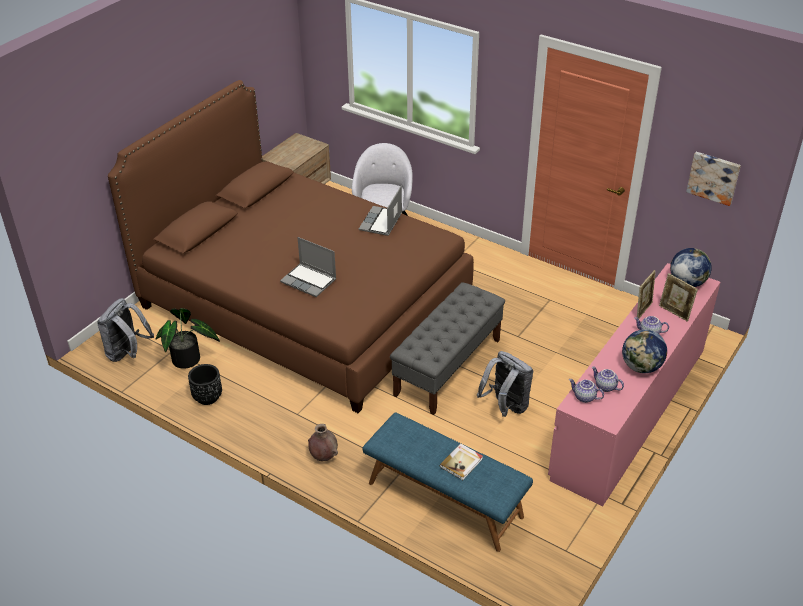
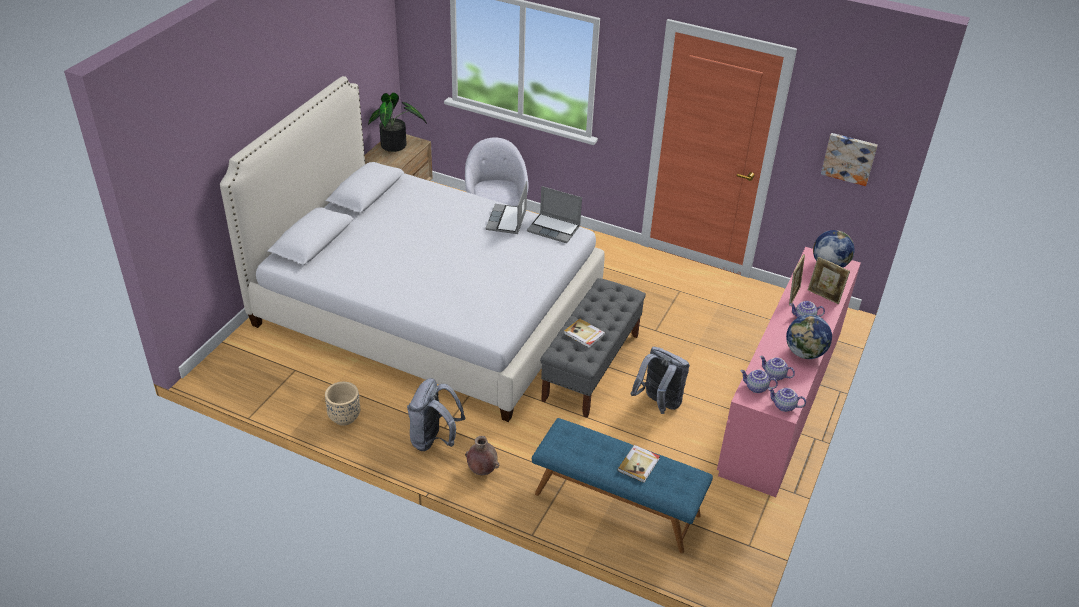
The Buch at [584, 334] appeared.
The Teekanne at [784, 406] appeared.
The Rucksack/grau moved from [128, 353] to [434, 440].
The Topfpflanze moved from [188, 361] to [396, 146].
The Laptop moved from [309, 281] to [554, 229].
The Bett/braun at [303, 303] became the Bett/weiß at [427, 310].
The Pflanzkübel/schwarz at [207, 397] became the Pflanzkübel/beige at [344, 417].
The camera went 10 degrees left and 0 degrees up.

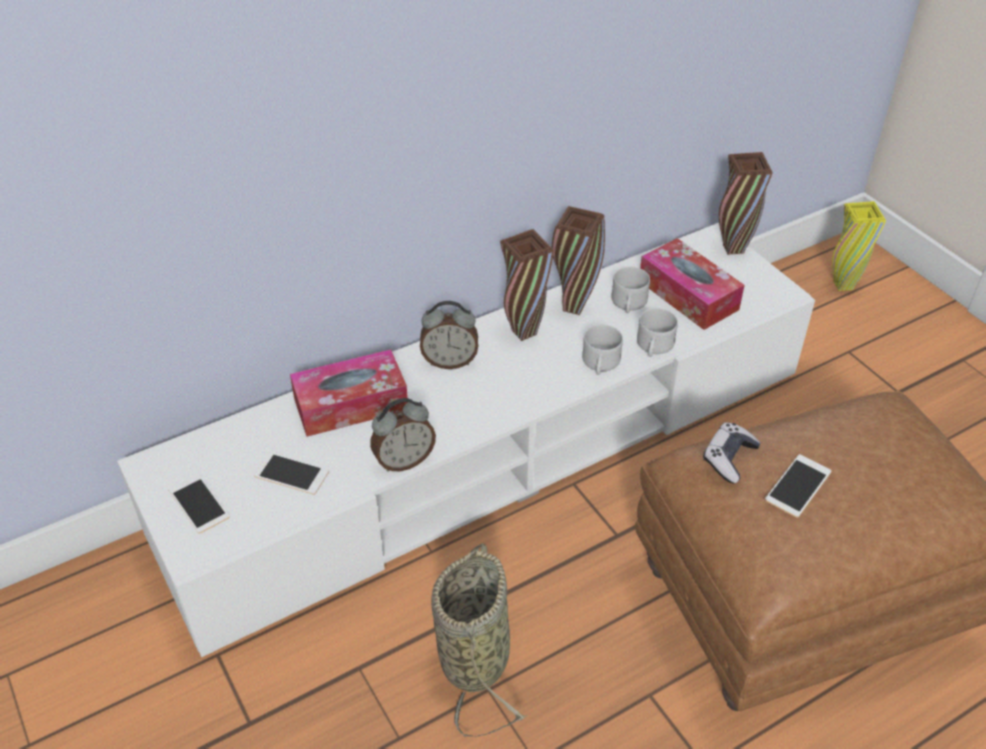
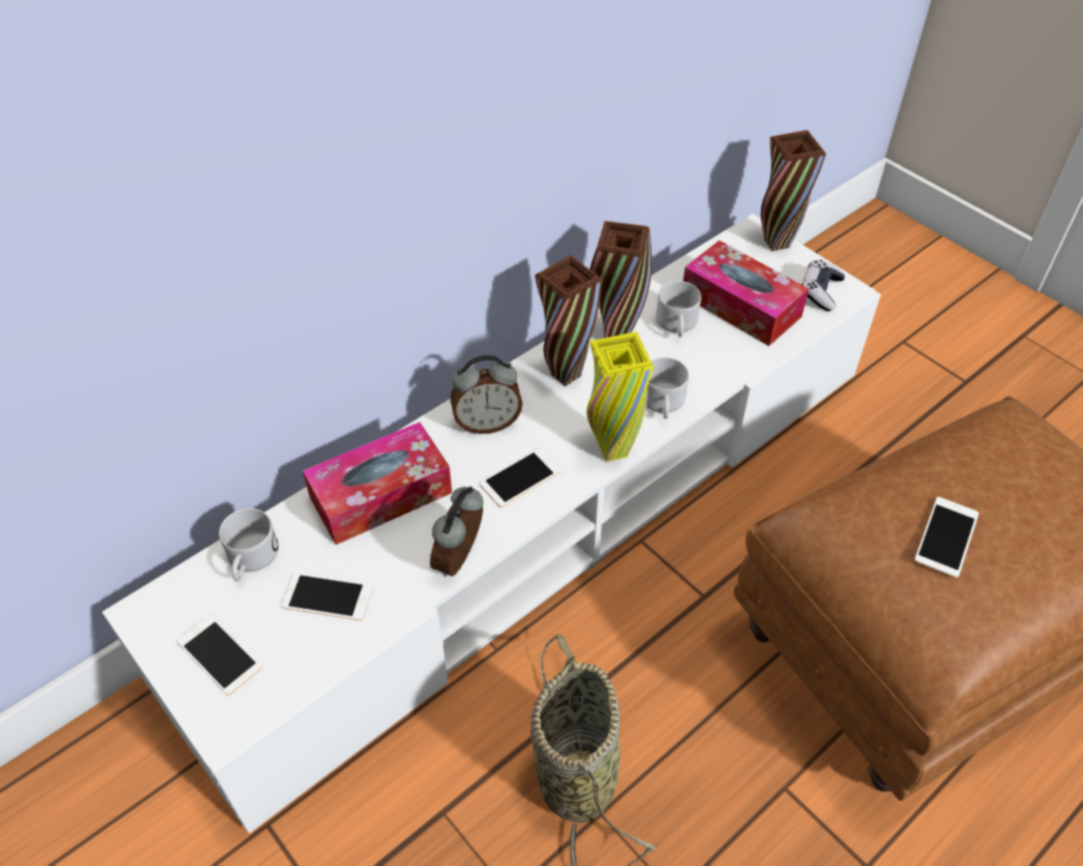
The Handy at [521, 478] appeared.
The Henkelbecher/weiß moved from [653, 347] to [250, 560].
The Gamepad moved from [729, 458] to [820, 291].
The Vase/gelb moved from [843, 285] to [613, 451].
The Wecker at [404, 460] turned 150 degrees clockwise.
The camera went 10 degrees left and 5 degrees up.

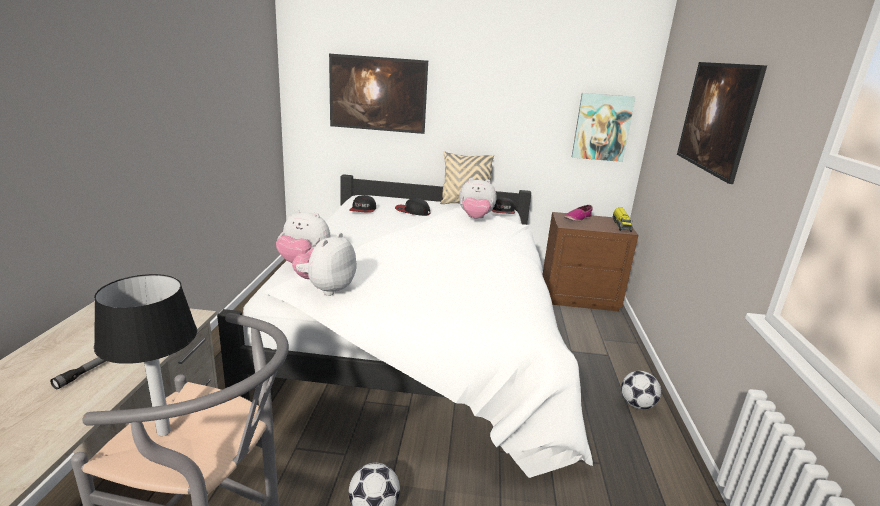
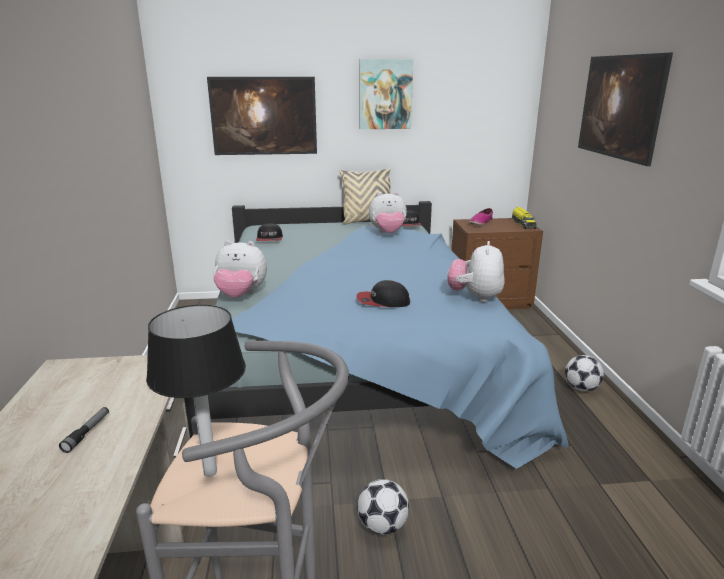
The Plüschtier moved from [326, 289] to [475, 297].
The Kappe moved from [412, 211] to [382, 301].
The Bild moved from [602, 127] to [385, 94].
The Bett/weiß at [422, 336] became the Bett/blau at [356, 359].
The camera went 10 degrees left and 0 degrees up.

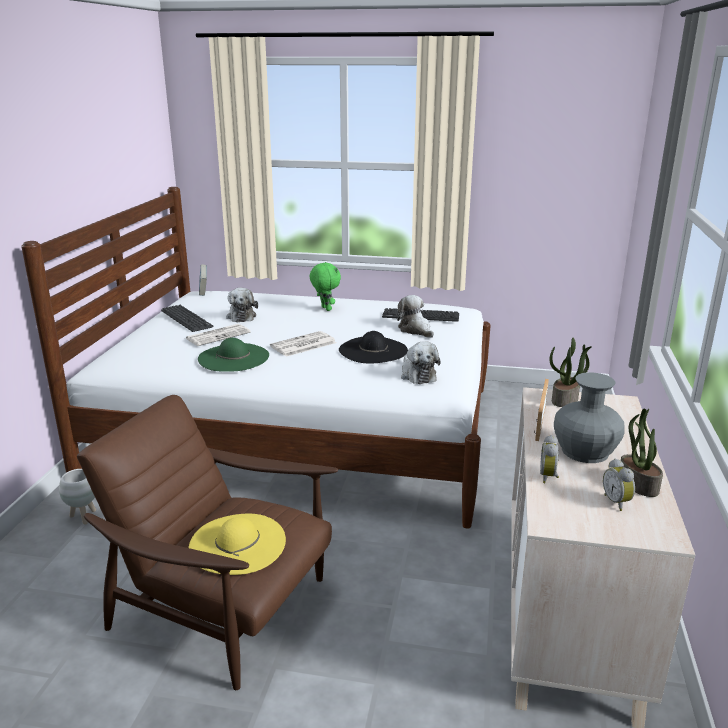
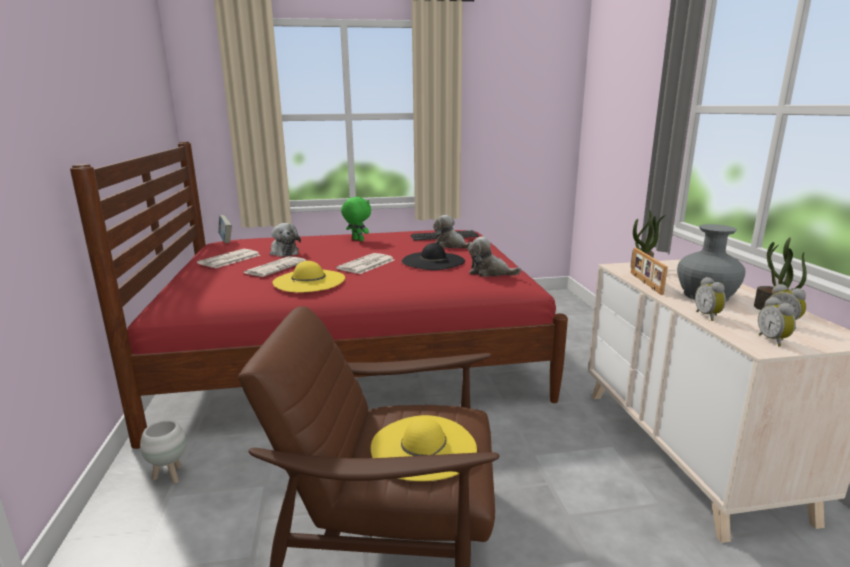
The Wecker at [774, 340] appeared.
The Tastatur at [186, 319] was replaced by the Zeitung at [229, 259].
The Bett/weiß at [302, 432] became the Bett/rot at [354, 356].
The Hut/grün at [234, 357] became the Hut/gelb at [309, 281].
The Plüschtier at [417, 375] turned 150 degrees clockwise.
The camera went 20 degrees left and 5 degrees down.

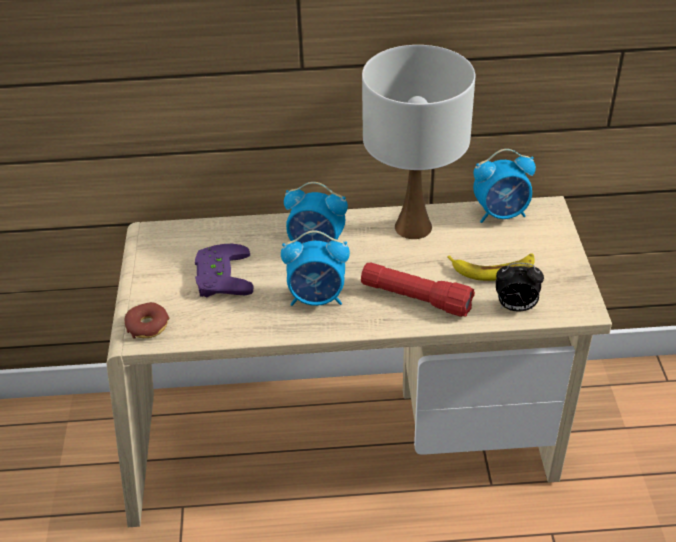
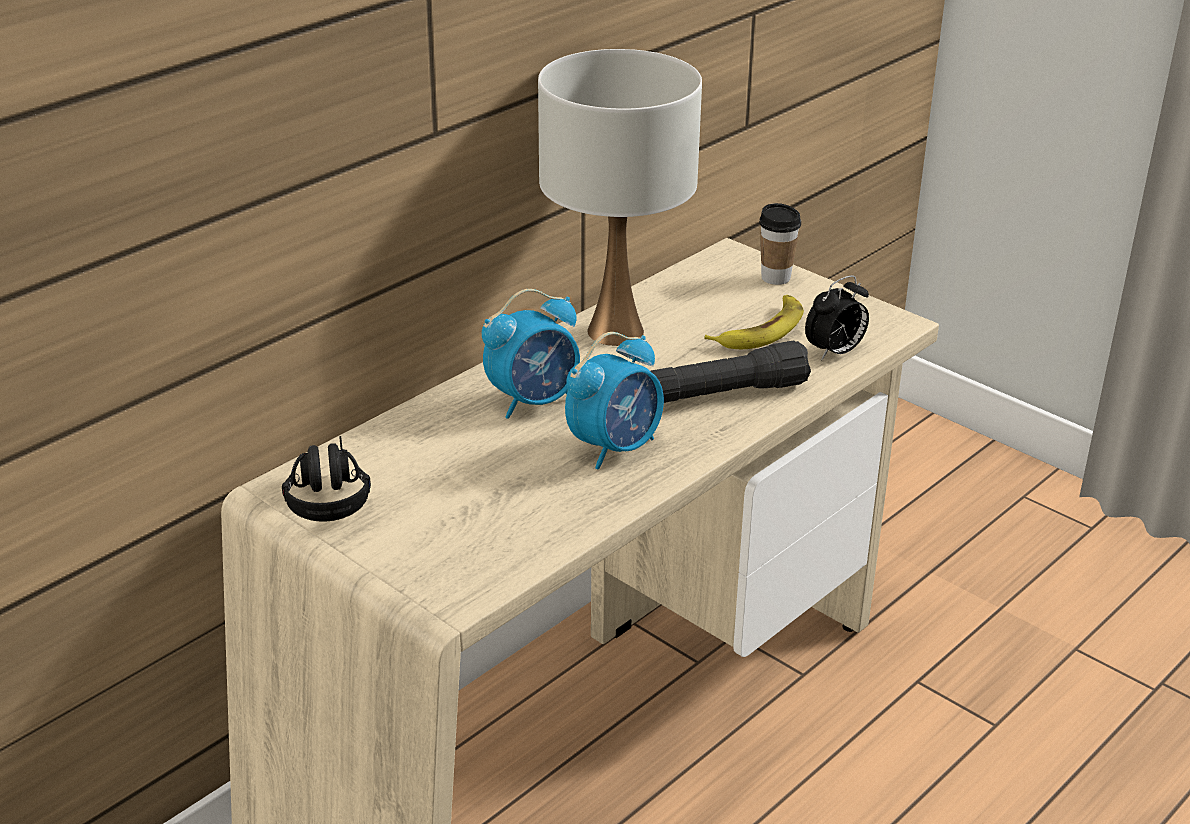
The Donut at [148, 325] disappeared.
The Gamepad/lila at [219, 276] disappeared.
The Wecker at [501, 214] disappeared.
The Kopfhörer/schwarz at [327, 493] appeared.
The Tasse at [775, 278] appeared.
The Taschenlampe/rot at [416, 298] became the Taschenlampe/schwarz at [724, 394].
The camera went 45 degrees left and 10 degrees down.

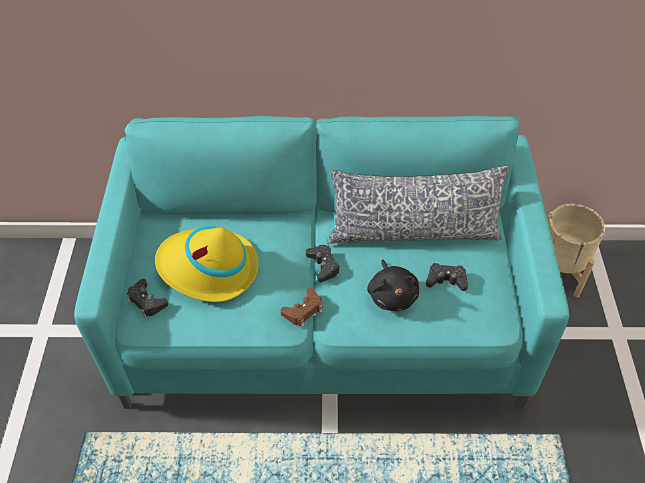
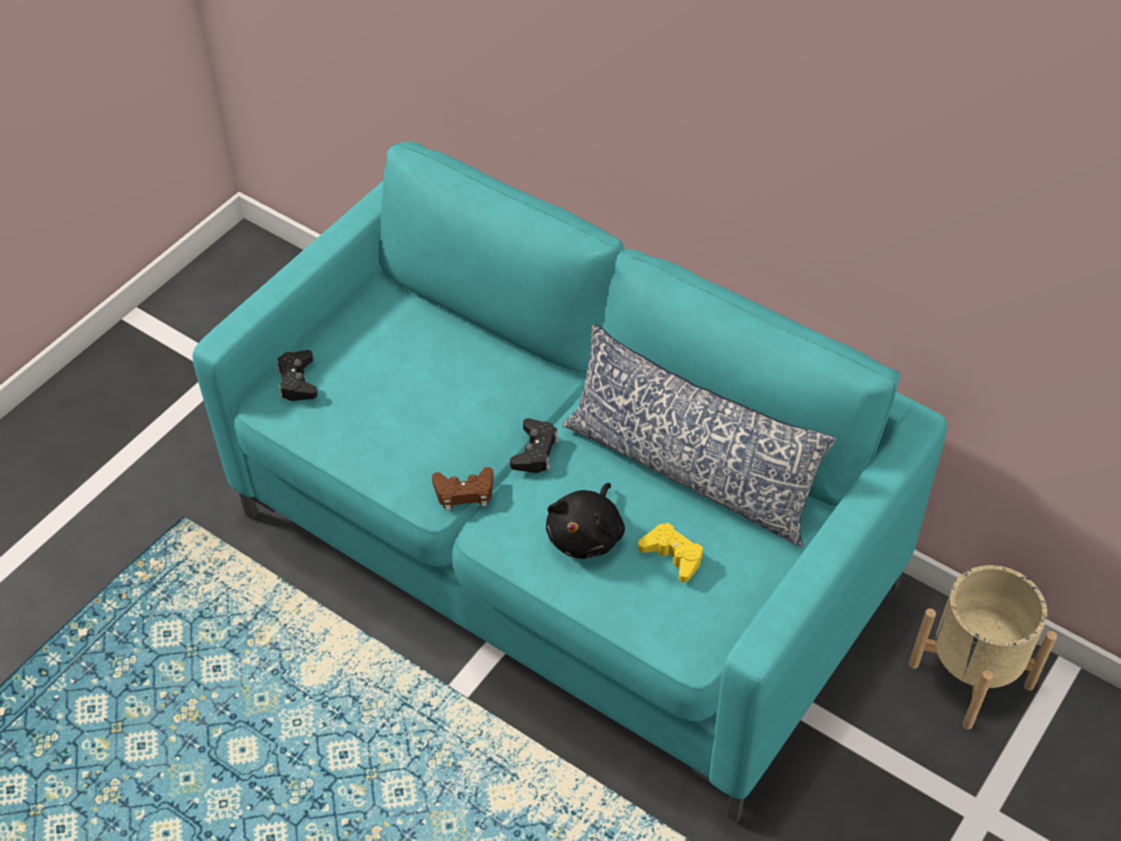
The Hut/gelb at [208, 269] disappeared.
The Gamepad/schwarz at [446, 280] became the Gamepad/gelb at [672, 556].
The camera went 35 degrees right and 0 degrees up.

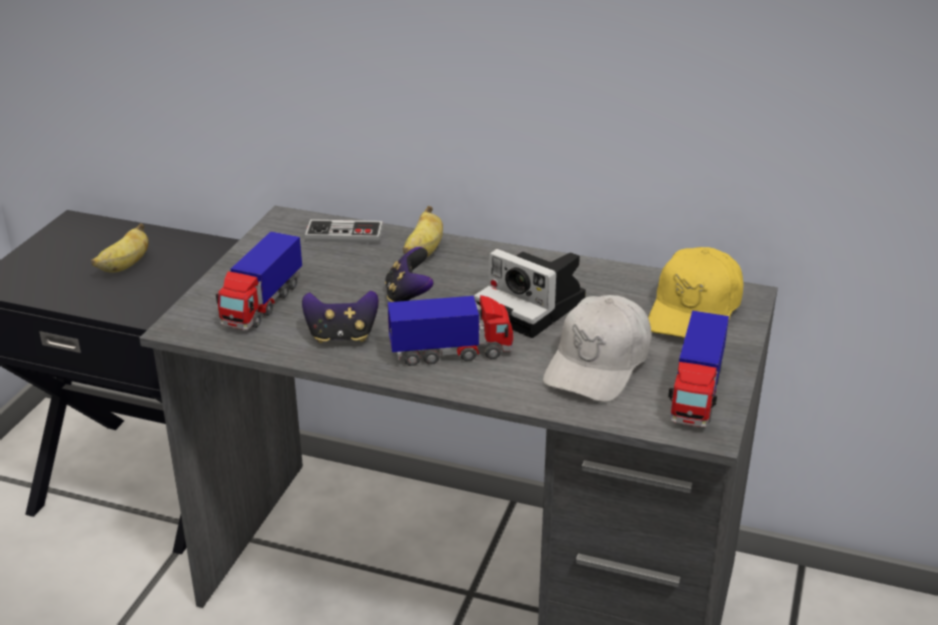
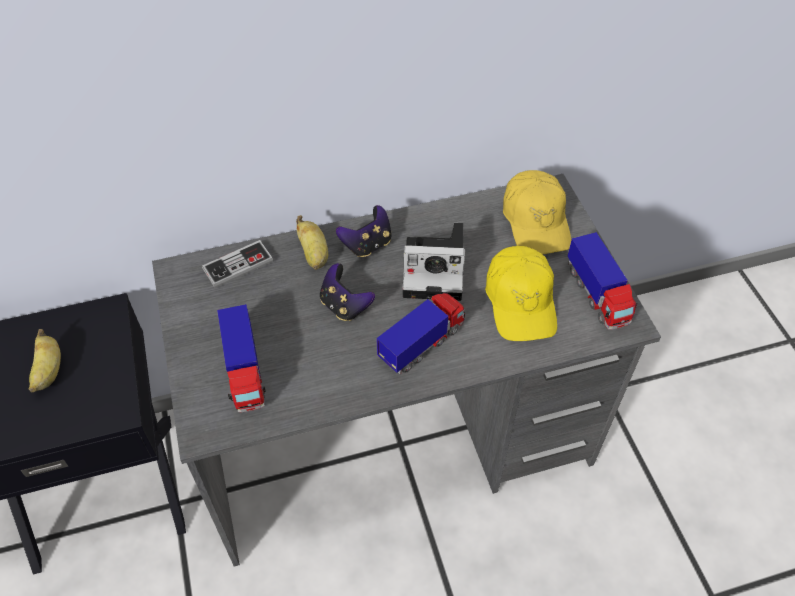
The Gamepad moved from [341, 336] to [367, 245].
The Kappe/weiß at [598, 364] became the Kappe/gelb at [521, 301].
The camera went 35 degrees left and 20 degrees up.

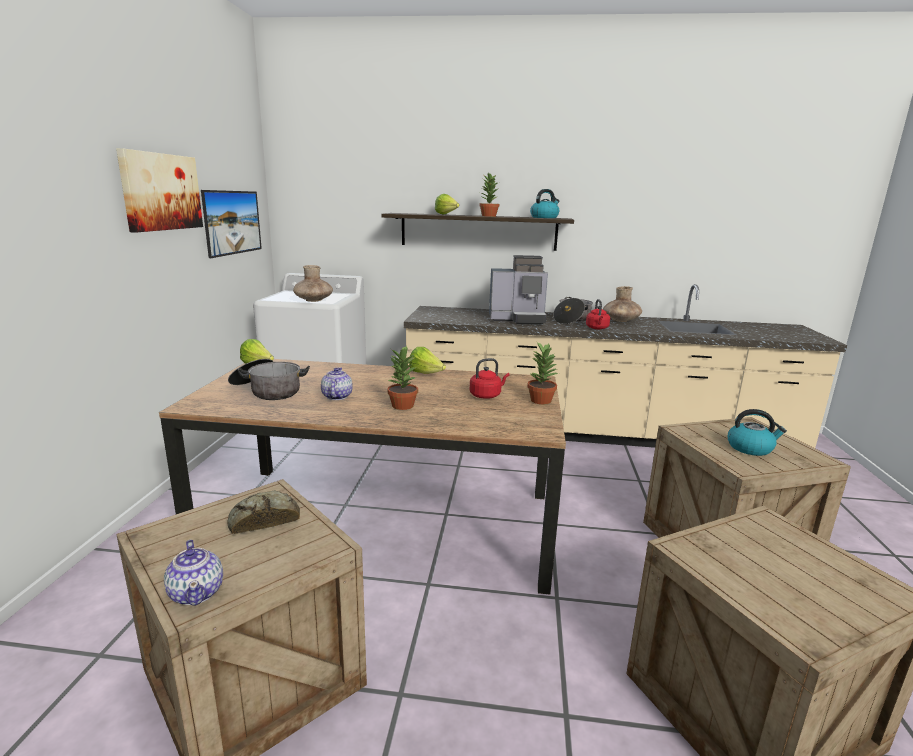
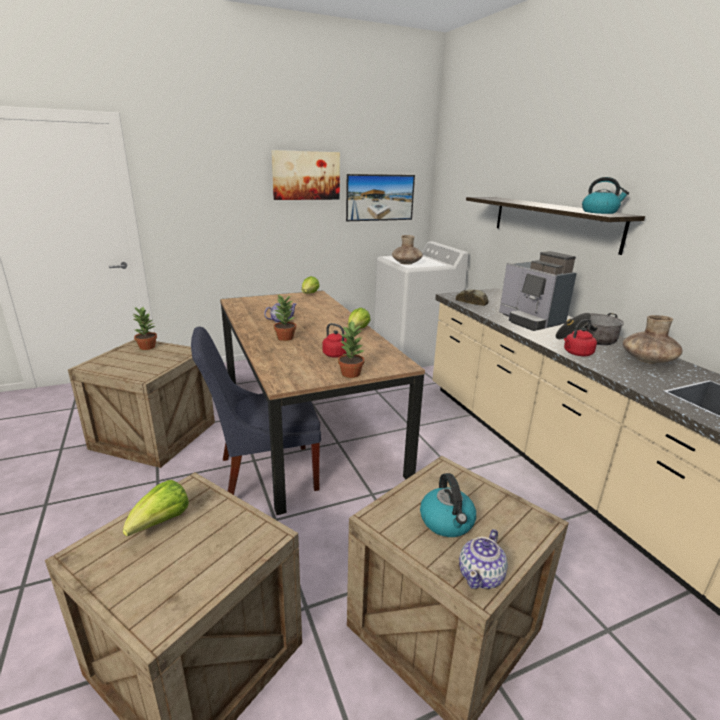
The Kochtopf at [268, 391] disappeared.
The Stuhl/blau at [263, 474] appeared.
The Teekanne moved from [197, 592] to [481, 575].
The Brot moved from [263, 519] to [472, 302].
The Salatkopf moved from [447, 214] to [161, 523].
The Topfpflanze moved from [488, 216] to [147, 347].
The camera went 60 degrees right and 5 degrees up.

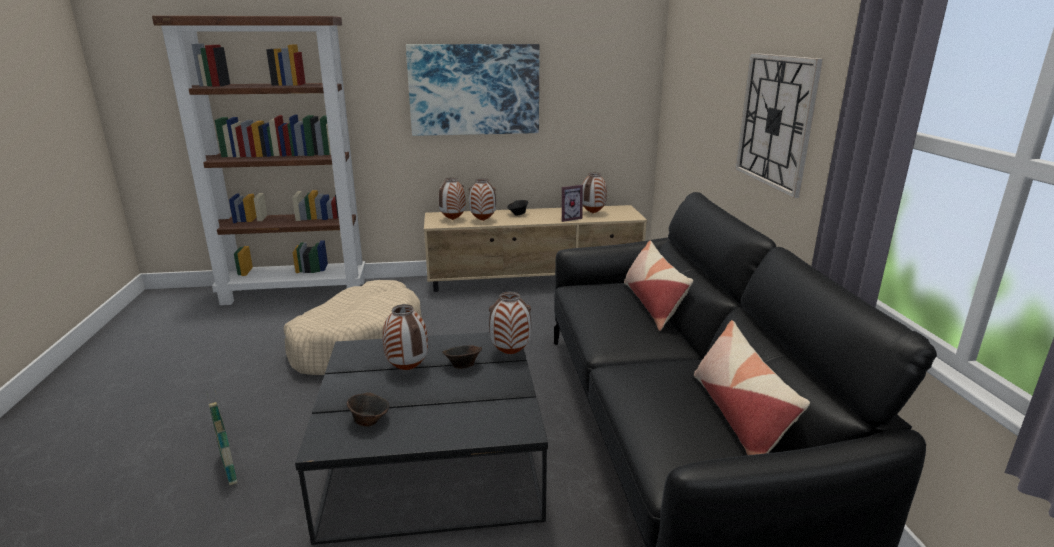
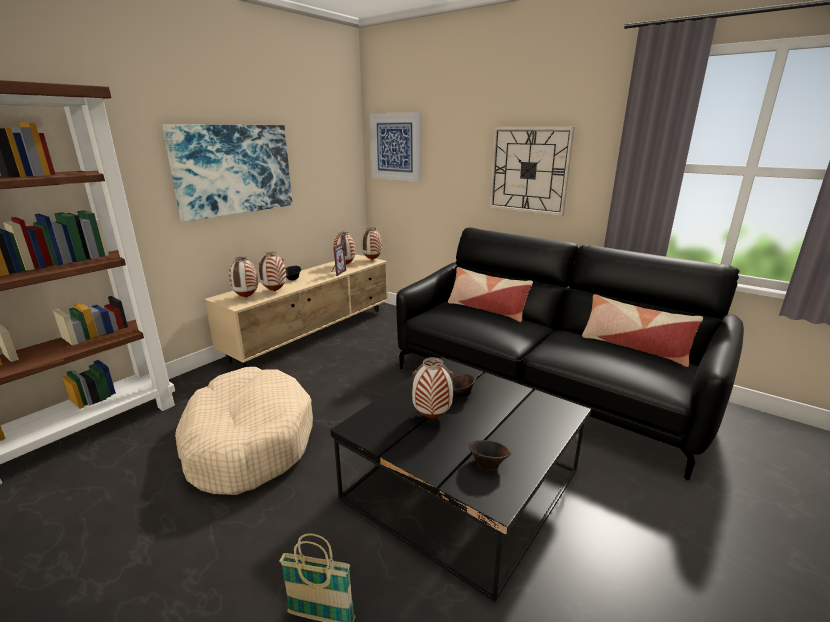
The Bild at [395, 147] appeared.
The Vase moved from [511, 353] to [372, 259].
The camera went 45 degrees left and 0 degrees up.

